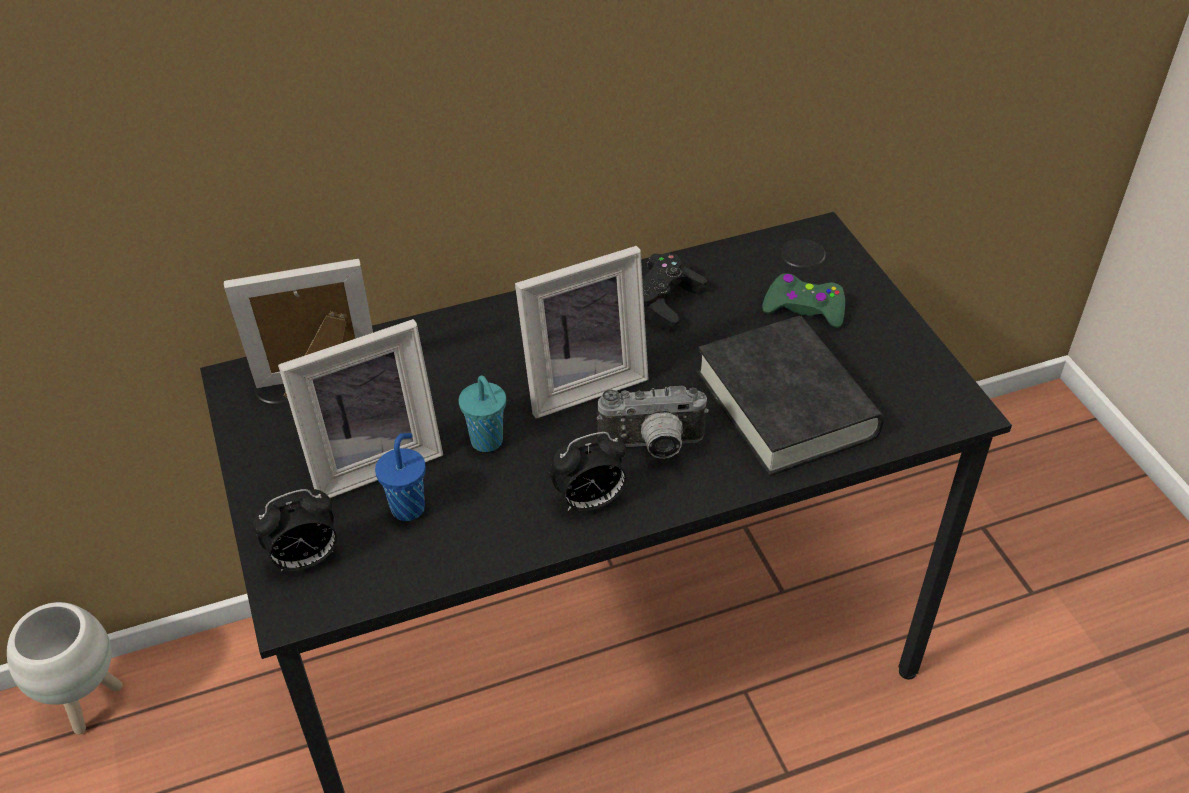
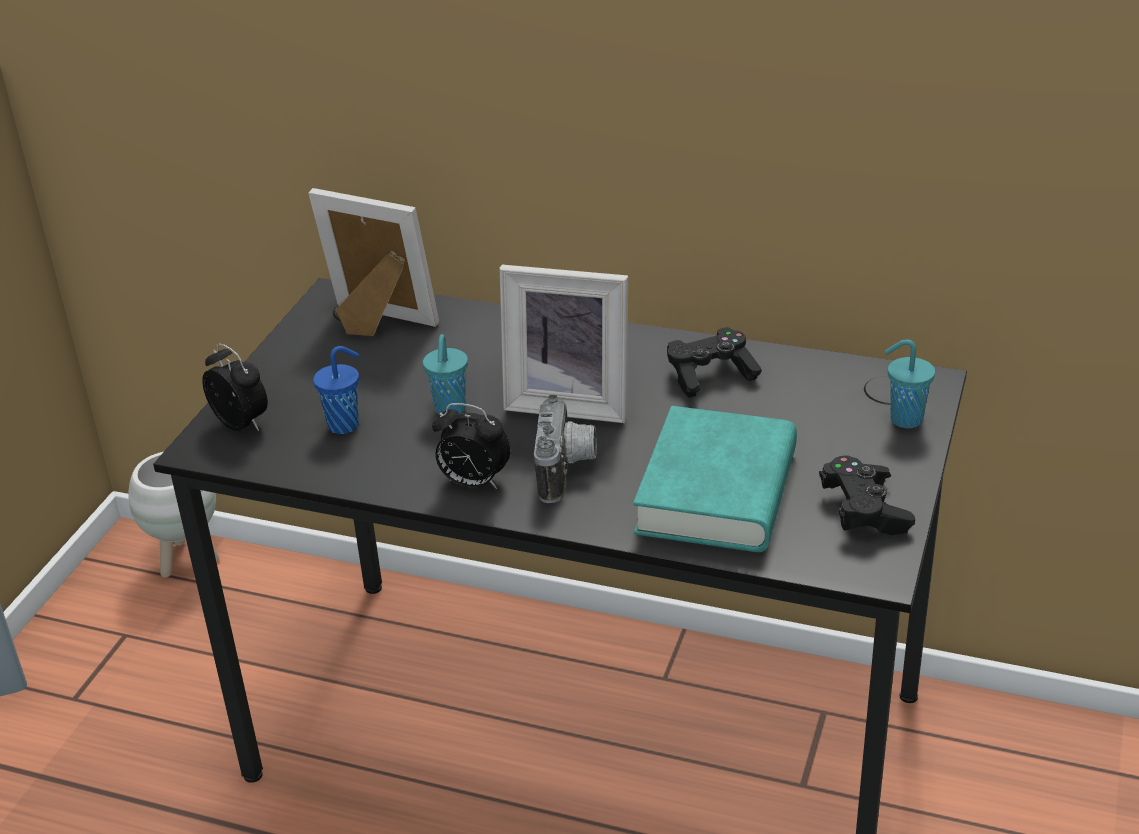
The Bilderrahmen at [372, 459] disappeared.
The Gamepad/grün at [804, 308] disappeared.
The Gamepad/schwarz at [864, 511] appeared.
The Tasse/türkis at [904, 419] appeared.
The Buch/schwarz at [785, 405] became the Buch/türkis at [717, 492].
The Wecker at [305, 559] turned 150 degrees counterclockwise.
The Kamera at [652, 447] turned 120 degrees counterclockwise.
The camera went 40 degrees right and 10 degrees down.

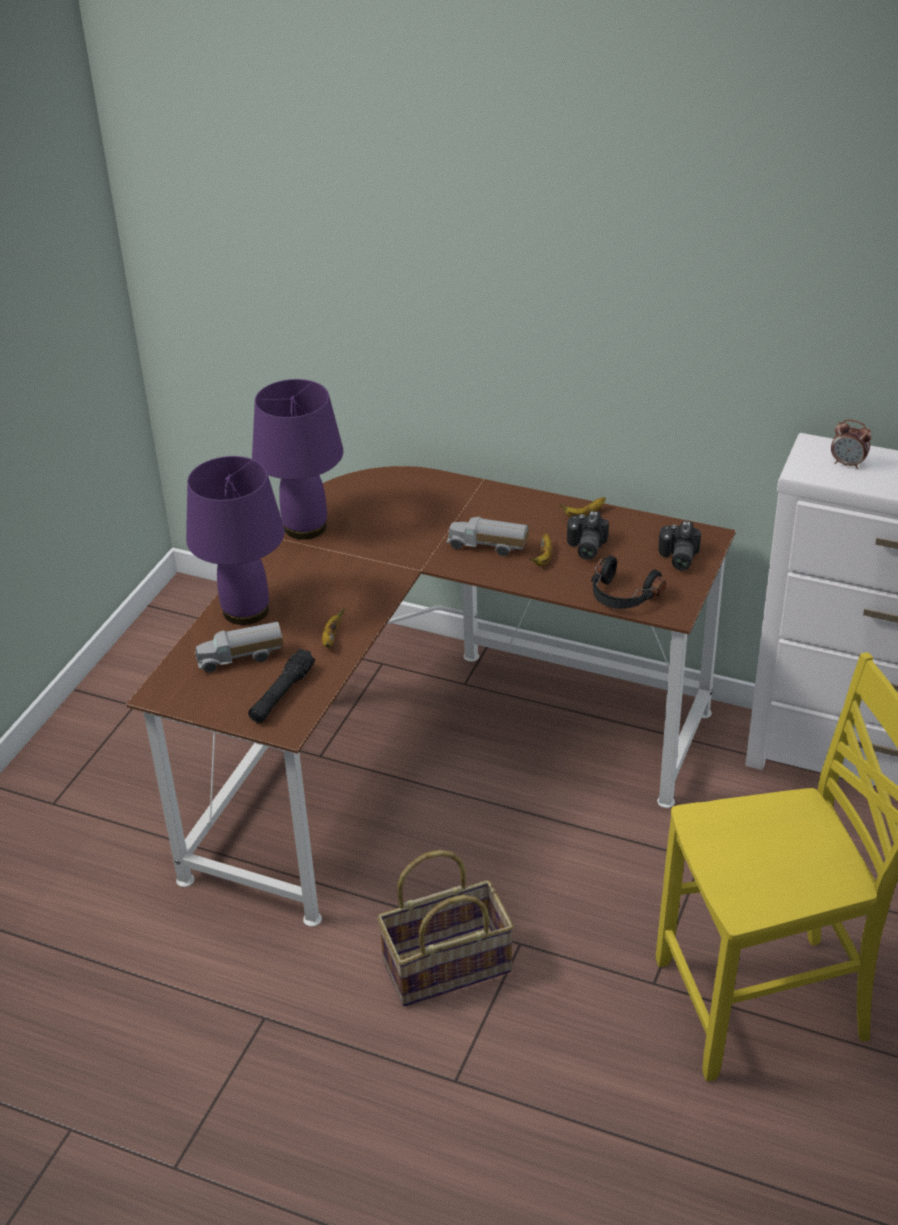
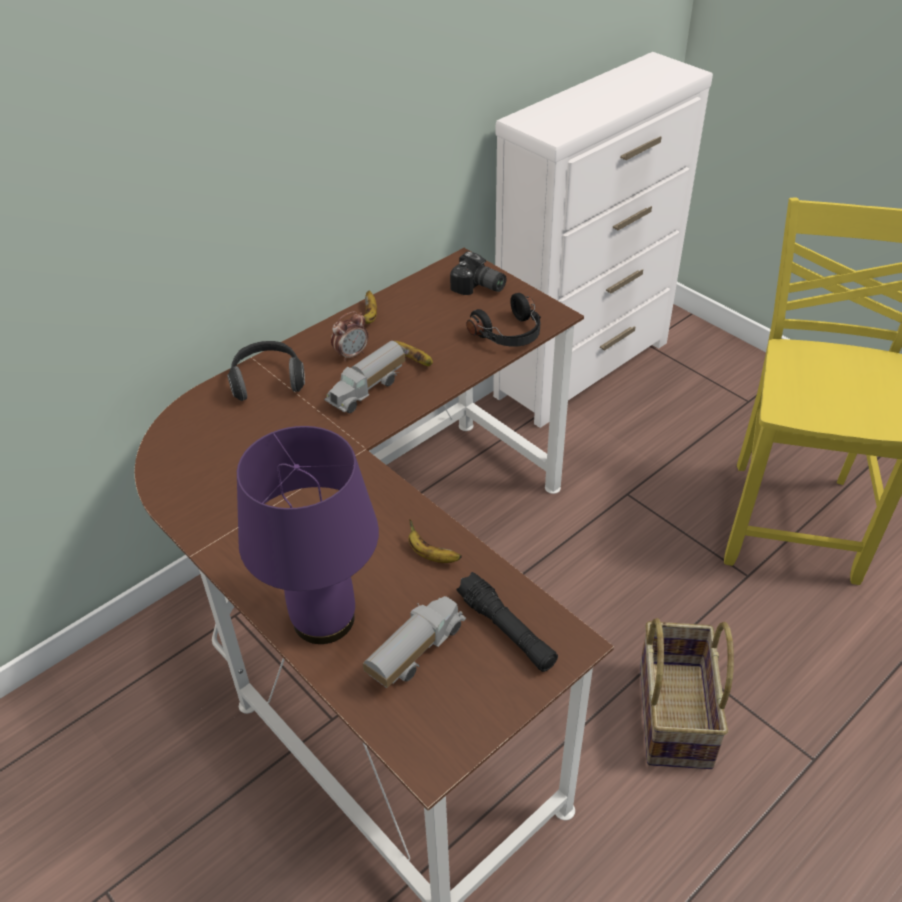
The Tischlampe/lila at [305, 526] disappeared.
The Kamera at [584, 547] disappeared.
The Kopfhörer at [267, 381] appeared.
The Wecker moved from [848, 464] to [351, 354].
The Spielzeuglaster at [240, 659] turned 150 degrees counterclockwise.
The camera went 65 degrees left and 5 degrees up.

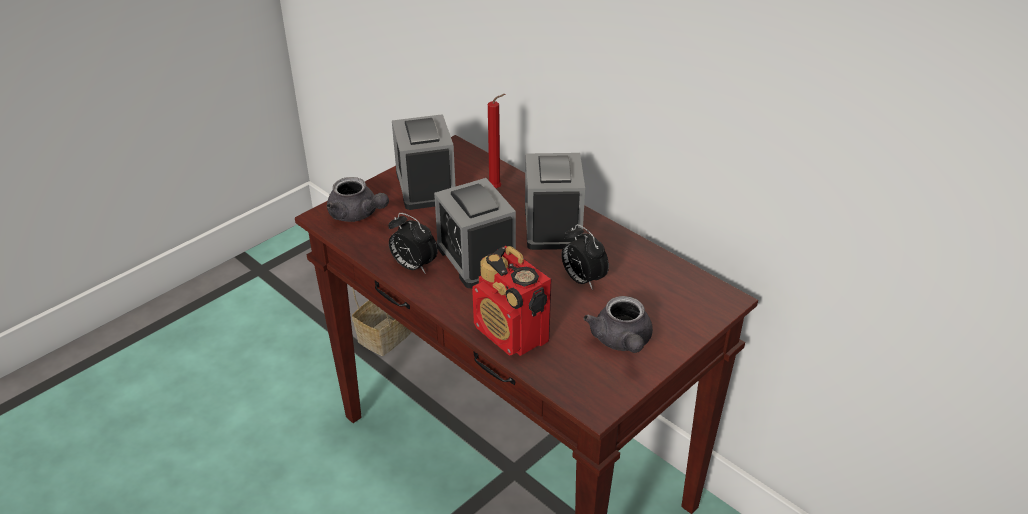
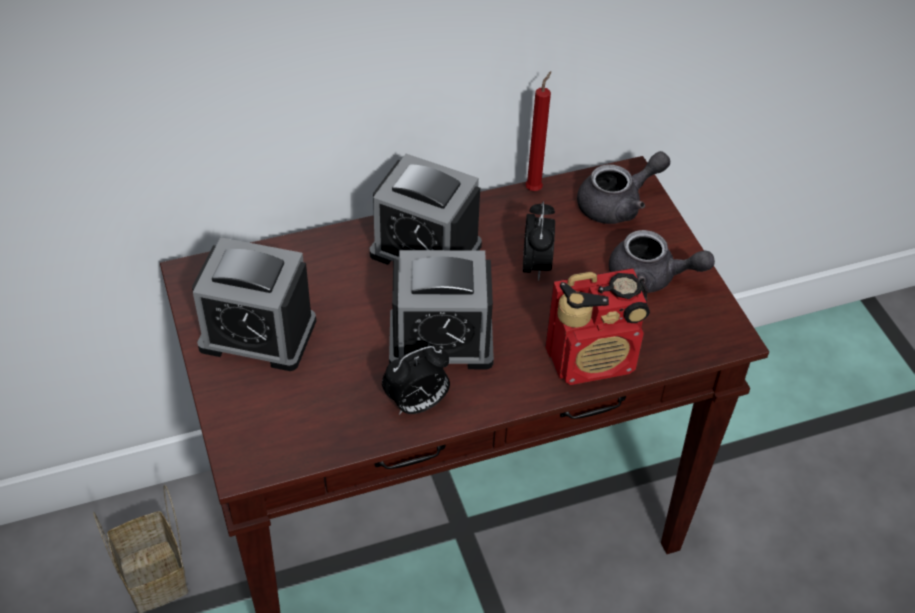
The Teekanne/grau moved from [357, 214] to [618, 204].
The Kerze/rot moved from [497, 189] to [535, 188].
The Wecker at [582, 280] turned 75 degrees counterclockwise.
The camera went 65 degrees left and 10 degrees up.

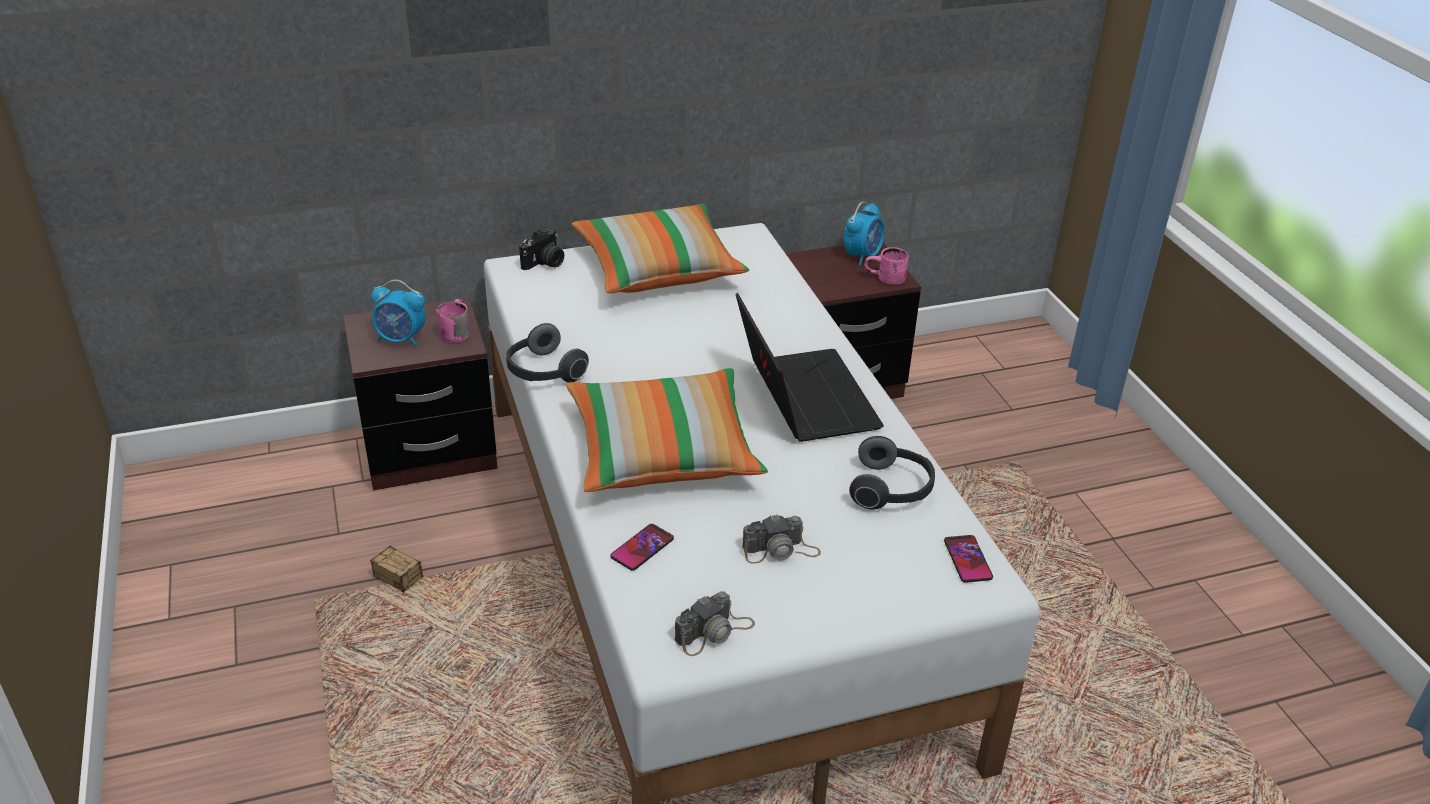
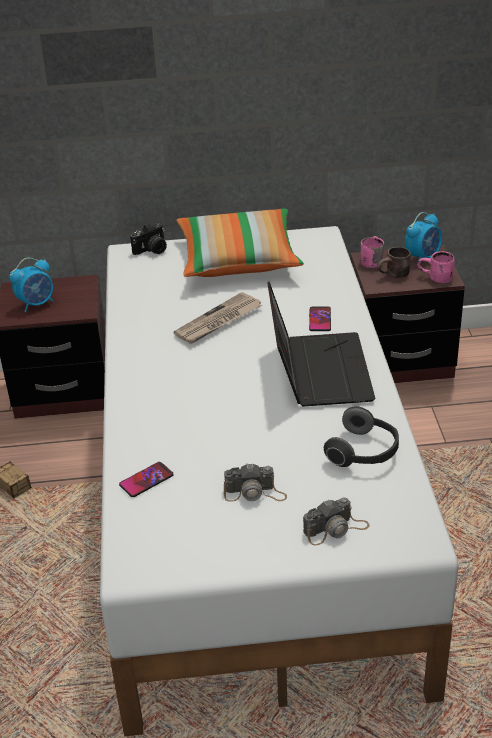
The Kopfhörer at [543, 372] disappeared.
The Kissen at [663, 452] disappeared.
The Zeitung at [218, 321] appeared.
The Henkelbecher/braun at [394, 275] appeared.
The Henkelbecher/rosa moved from [454, 332] to [370, 260].
The Kamera moved from [714, 632] to [336, 529].
The Handy moved from [967, 559] to [320, 319].
The Wecker at [401, 339] turned 60 degrees counterclockwise.
The camera went 15 degrees right and 0 degrees up.

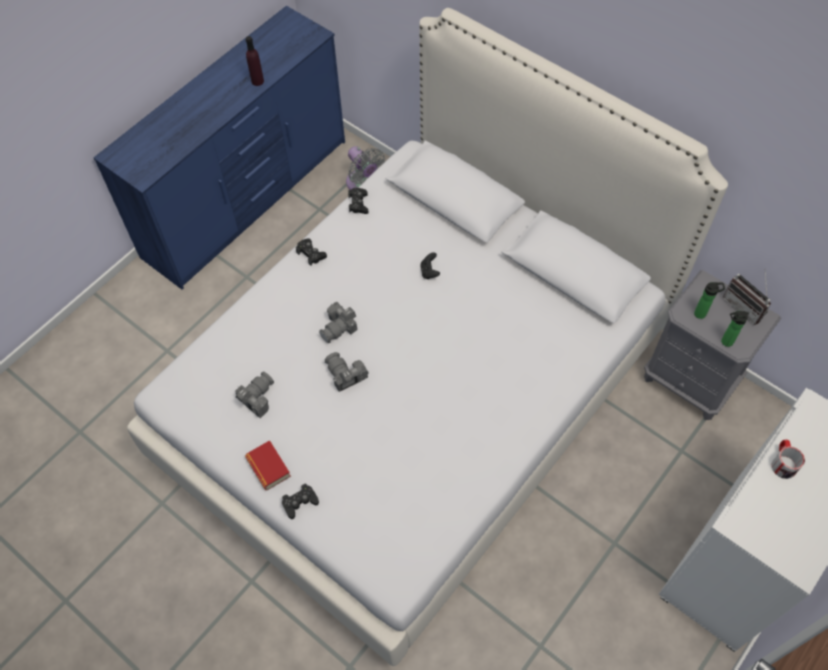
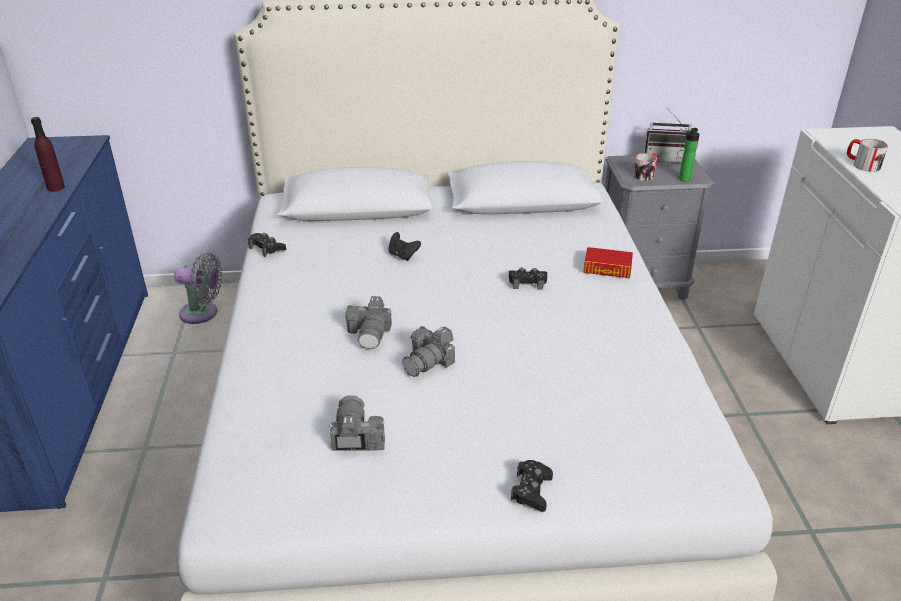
The Buch moved from [268, 467] to [607, 268].
The Gamepad/schwarz moved from [311, 254] to [527, 282].
The Flasche at [702, 313] was replaced by the Henkelbecher at [645, 174].
The Kamera at [345, 376] turned 60 degrees counterclockwise.
The camera went 45 degrees left and 25 degrees down.

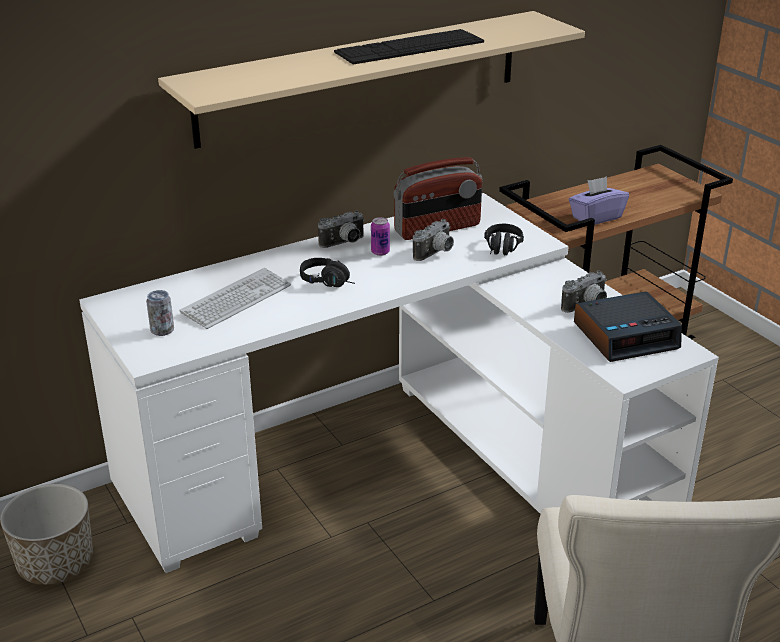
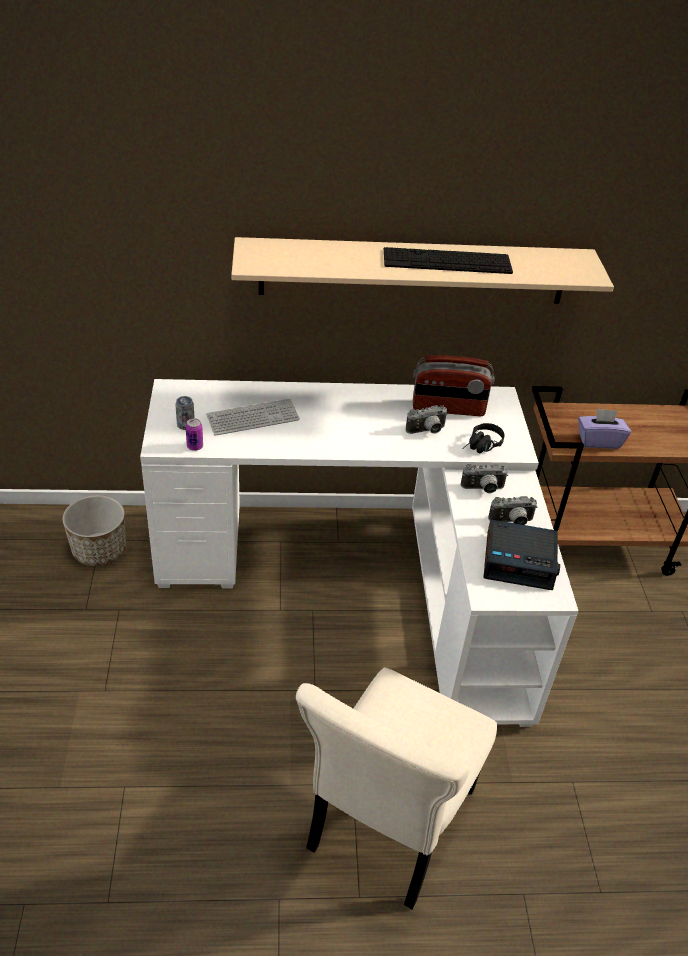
The Kopfhörer/schwarz at [330, 282] disappeared.
The Kamera moved from [344, 243] to [483, 489].
The Dose moved from [380, 252] to [195, 446].
The camera went 25 degrees right and 10 degrees up.

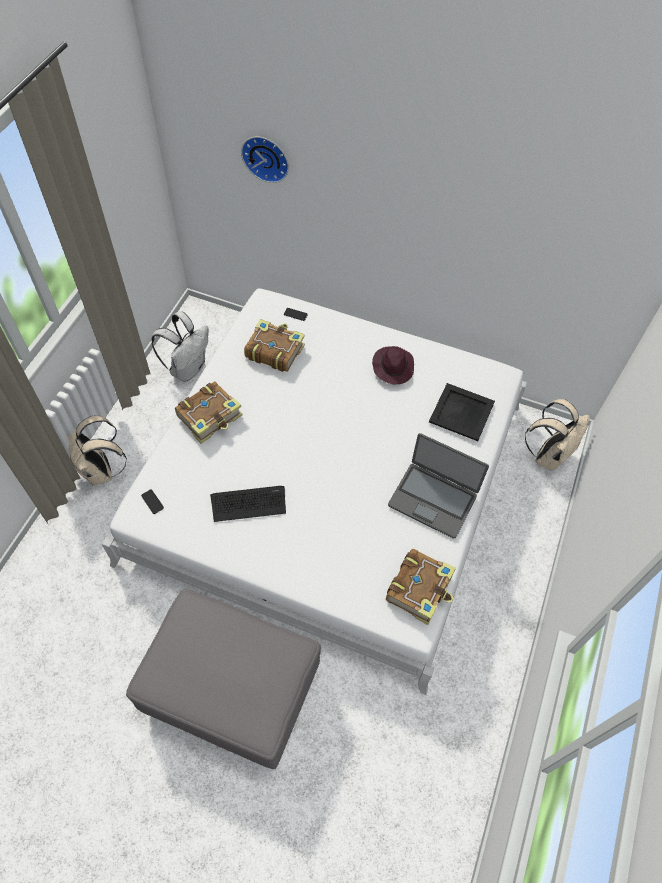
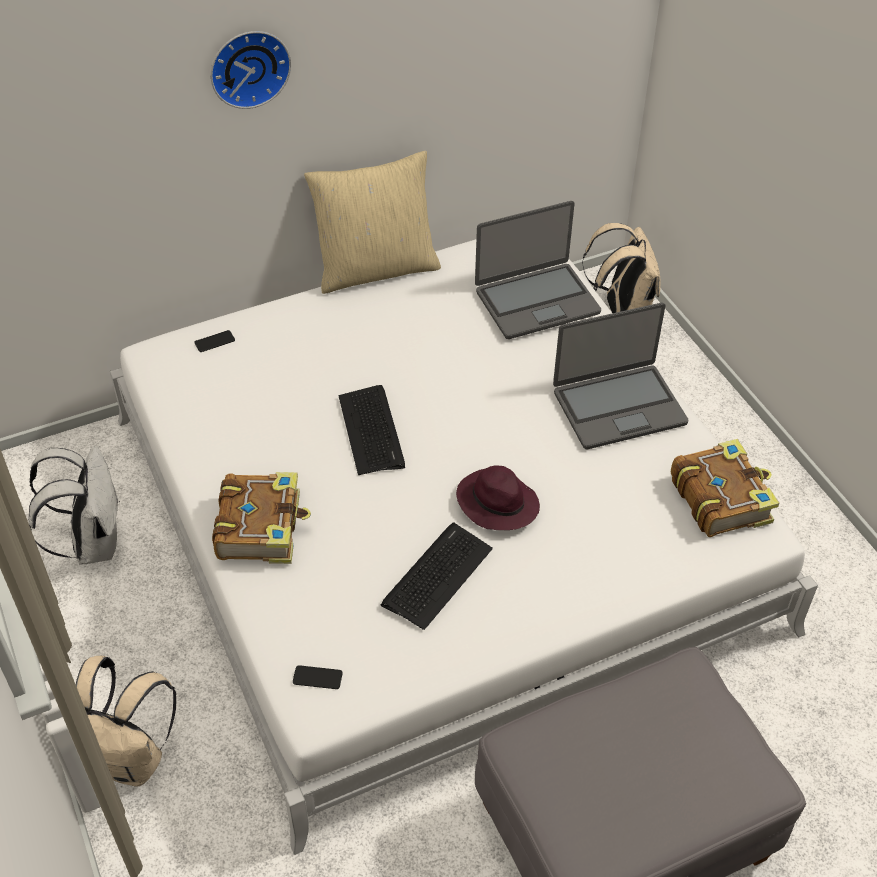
The Buch at [274, 351] disappeared.
The Kissen/beige at [376, 269] appeared.
The Tastatur at [372, 431] appeared.
The Wanduhr moved from [266, 157] to [248, 67].
The Hut/lila moved from [393, 366] to [496, 502].
The Tablett/schwarz at [462, 412] was replaced by the Laptop at [536, 301].
The camera went 45 degrees left and 10 degrees down.

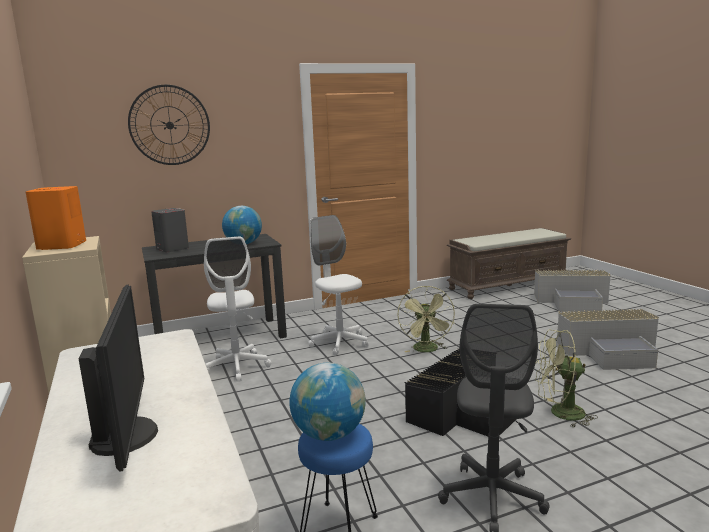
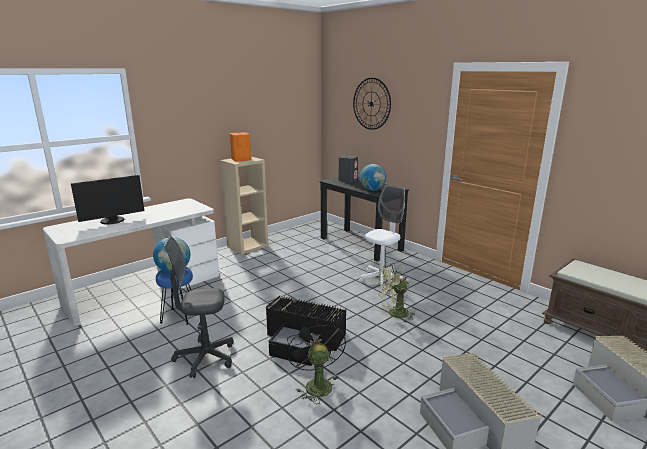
The Bürostuhl/weiß at [237, 367] disappeared.
The Ventilator/grün at [560, 413] became the Ventilator/schwarz at [316, 384].
The camera went 70 degrees right and 5 degrees up.

